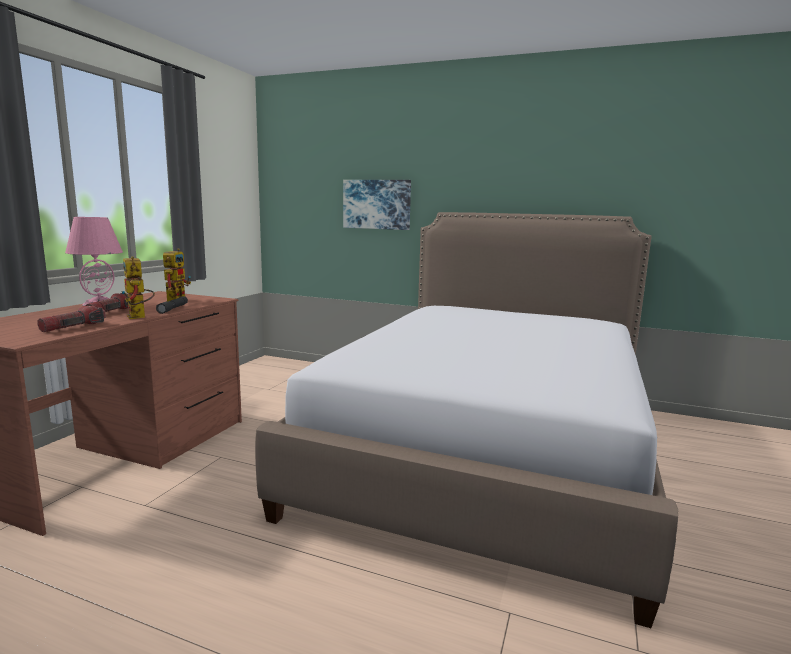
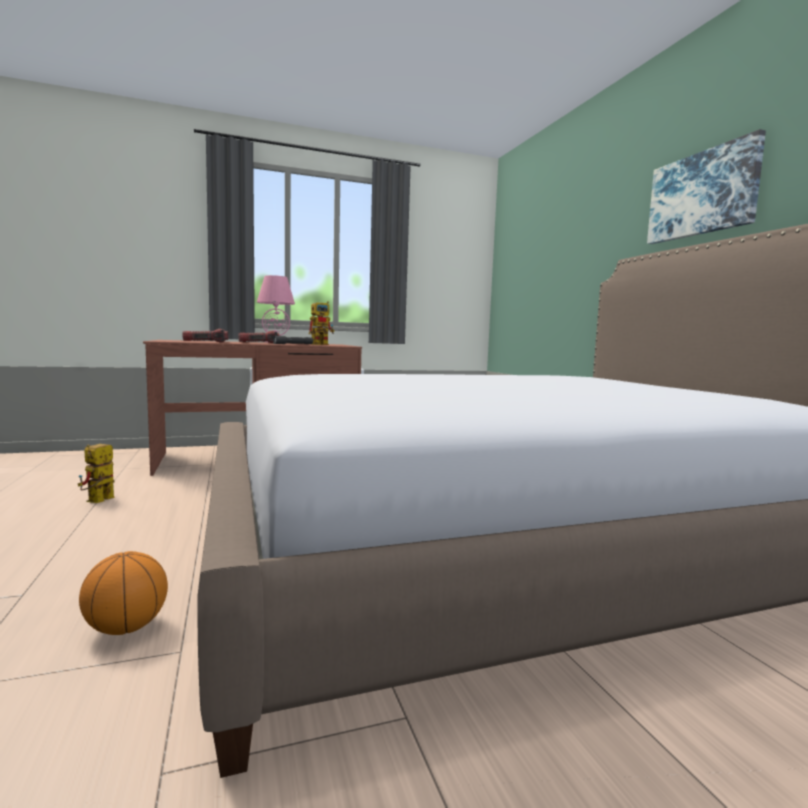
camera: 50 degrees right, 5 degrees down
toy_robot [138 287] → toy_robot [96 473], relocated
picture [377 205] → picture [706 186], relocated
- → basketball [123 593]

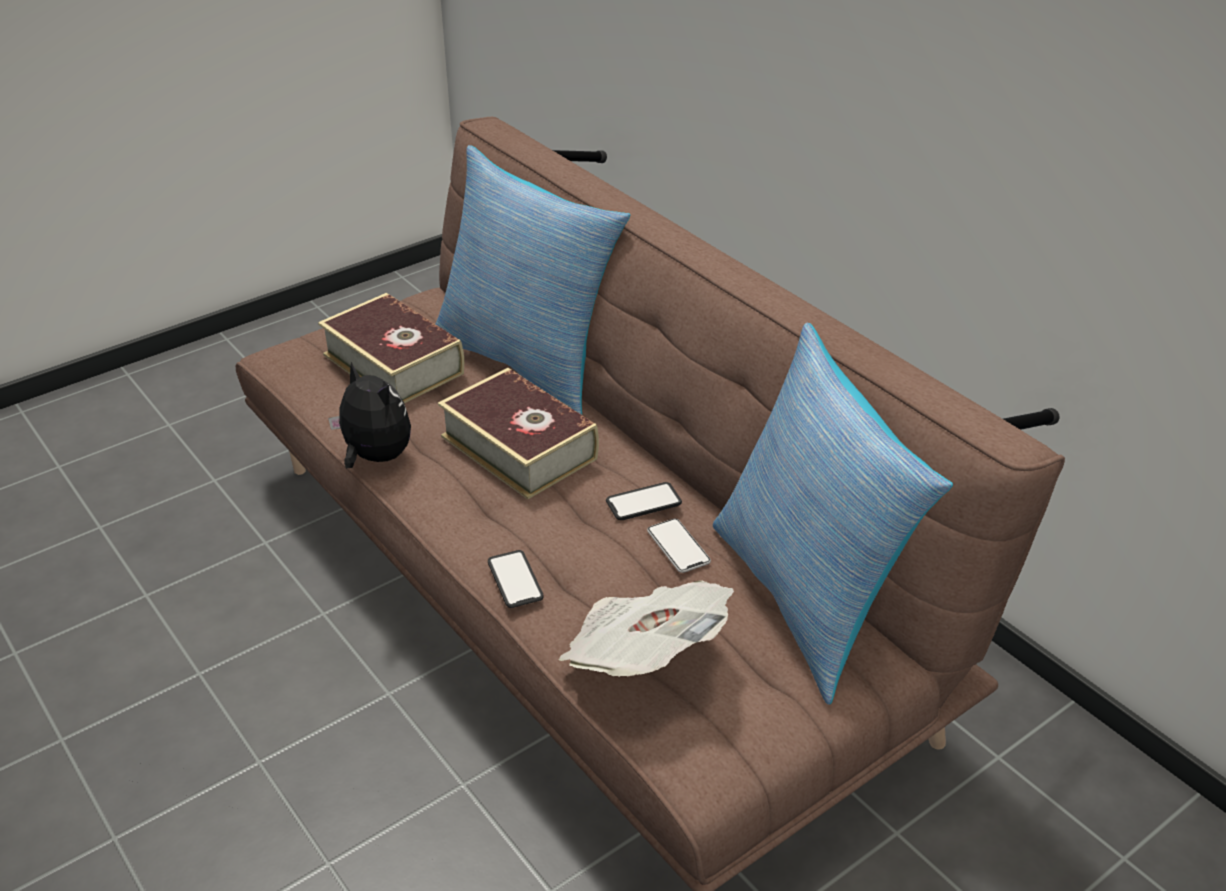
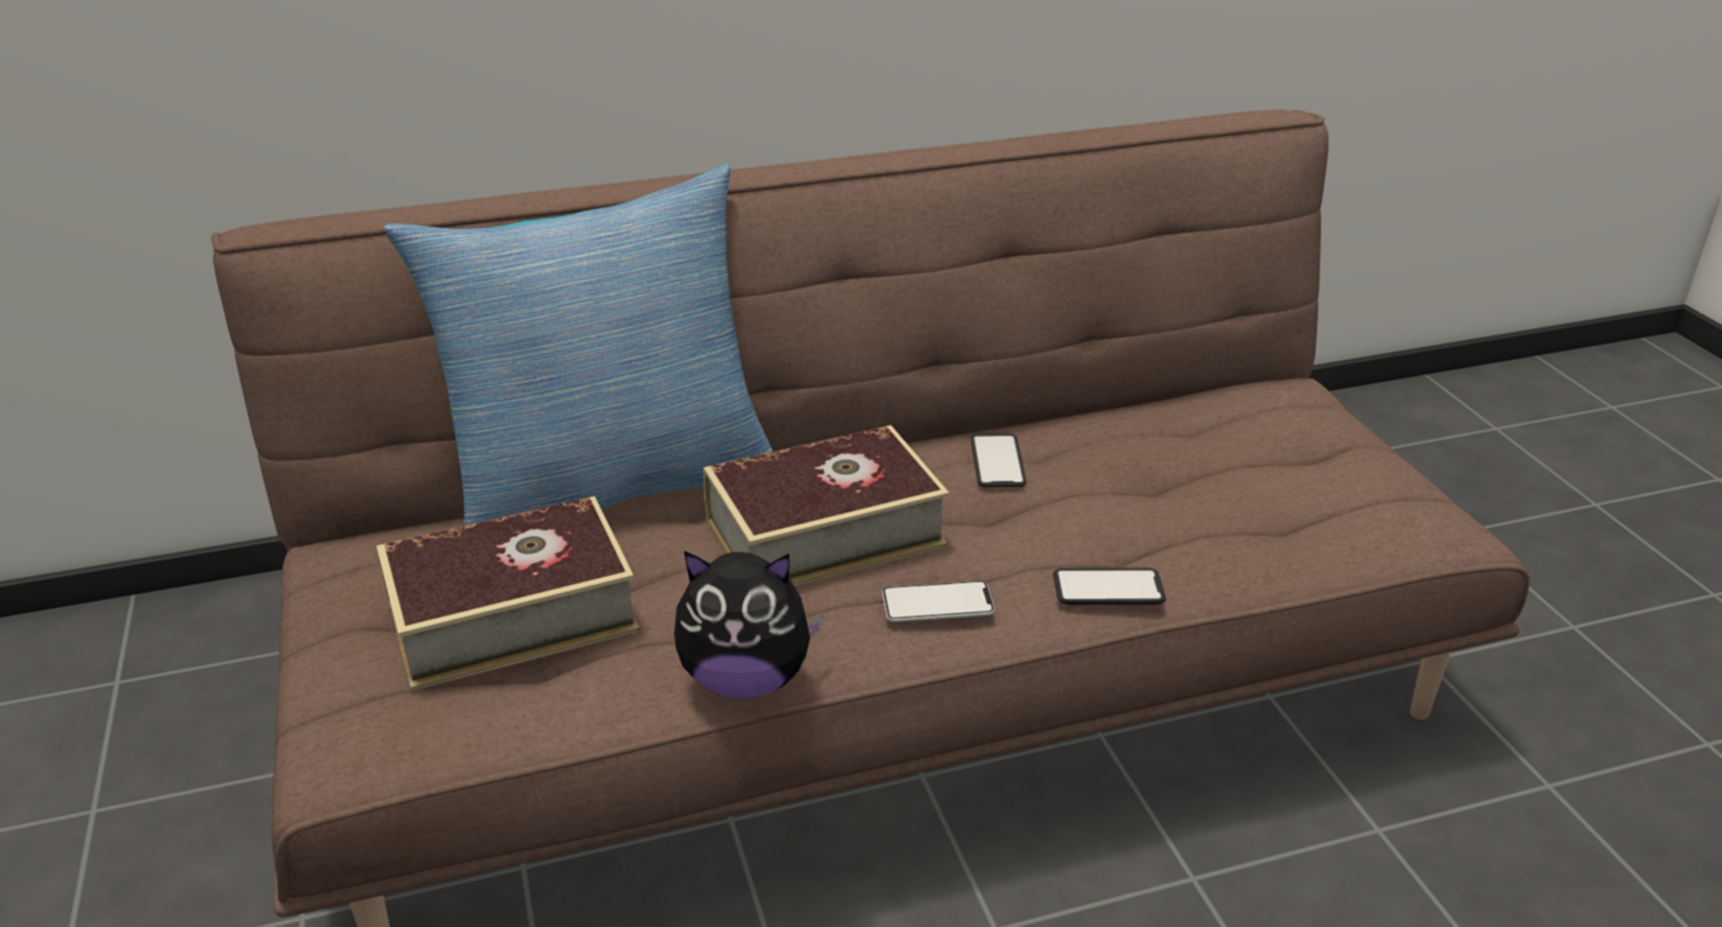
camera: 70 degrees left, 5 degrees down
plush_toy [369 415] → plush_toy [749 625], 150 degrees counterclockwise
newspaper [646 629] → -
phone [679 546] → phone [938 601], relocated
pillow [833 514] → -

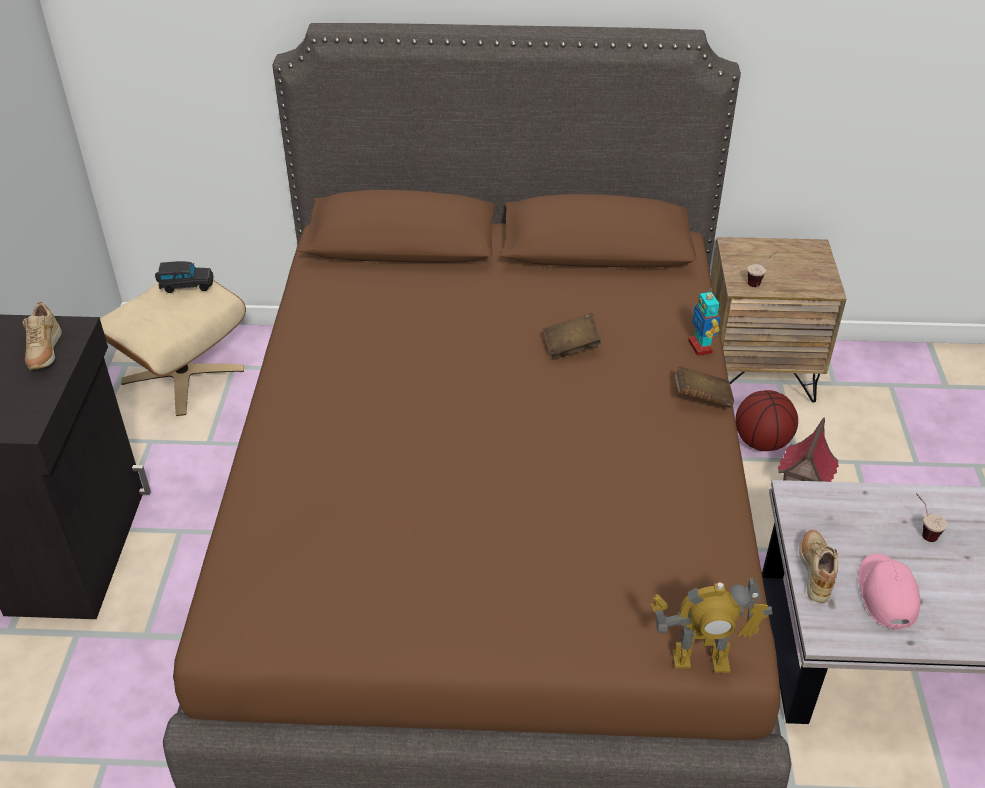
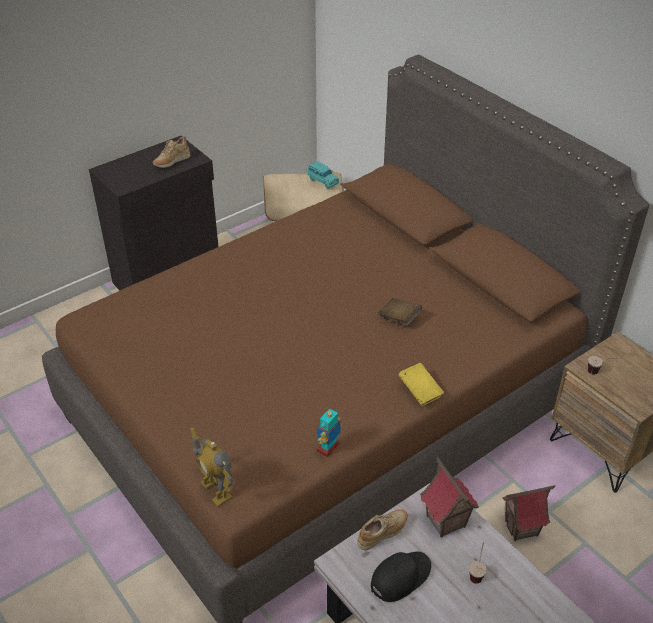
camera: 50 degrees right, 0 degrees up
black_toy_car [184 277] → turquoise_toy_car [323 175]
brown_book [704 387] → yellow_book [421 384]
toy_robot [704 322] → toy_robot [329 433], relocated
basketball [766 420] → -
pink_cap [889 592] → black_cap [401 577]
- → toy_house [449 497]

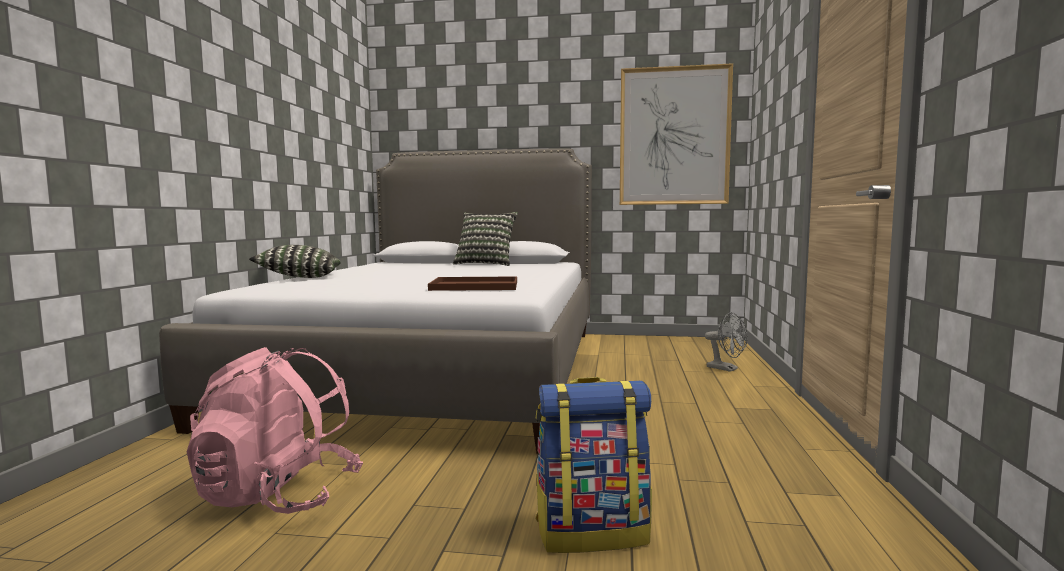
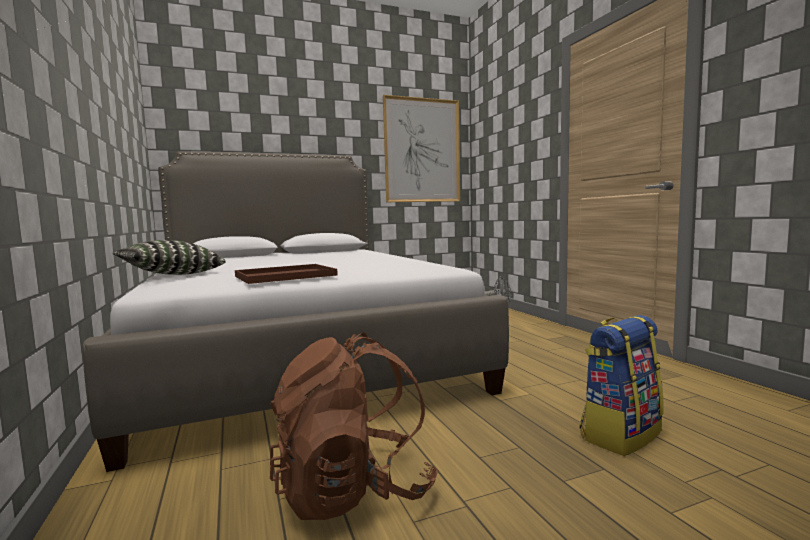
camera: 30 degrees left, 0 degrees up
pink_backpack [275 430] → brown_backpack [354 426]
brown_tray [472 283] → brown_tray [286 274], relocated
pillow [485 239] → -

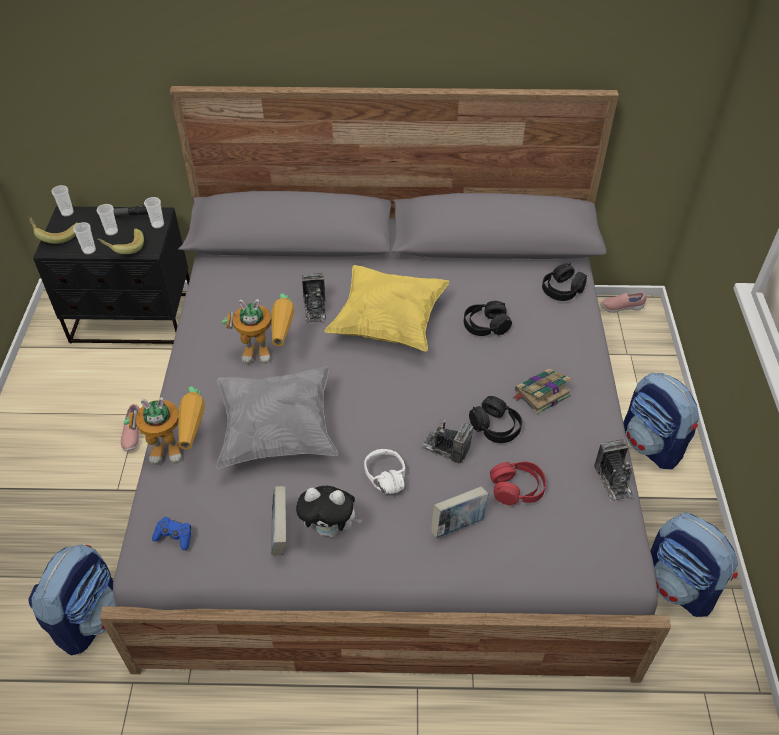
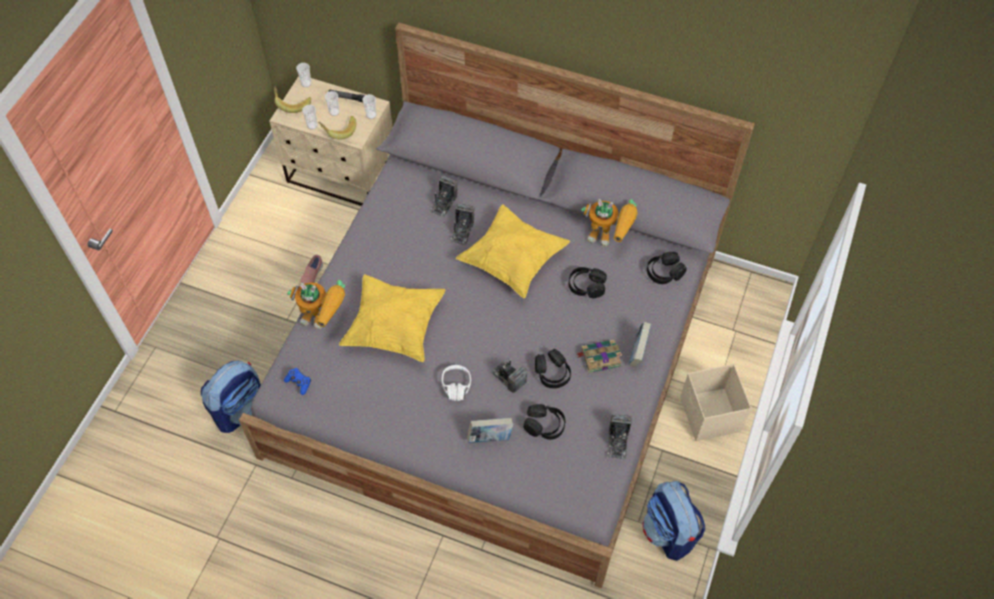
camera: 20 degrees right, 10 degrees up
black_nightstand [111 275] → beige_nightstand [331 141]
grey_pillow [277 417] → yellow_pillow [392 318]
toy_robot [258 328] → toy_robot [609 223], relocated
book [278 520] → book [640 344], relocated
plush_toy [329 511] → -
red_headphones [518 483] → black_headphones [544 422]
pink_shoe [623 302] → -
backpack [661 421] → beige_storage_box [716 402]
- → photo_camera [443 196]

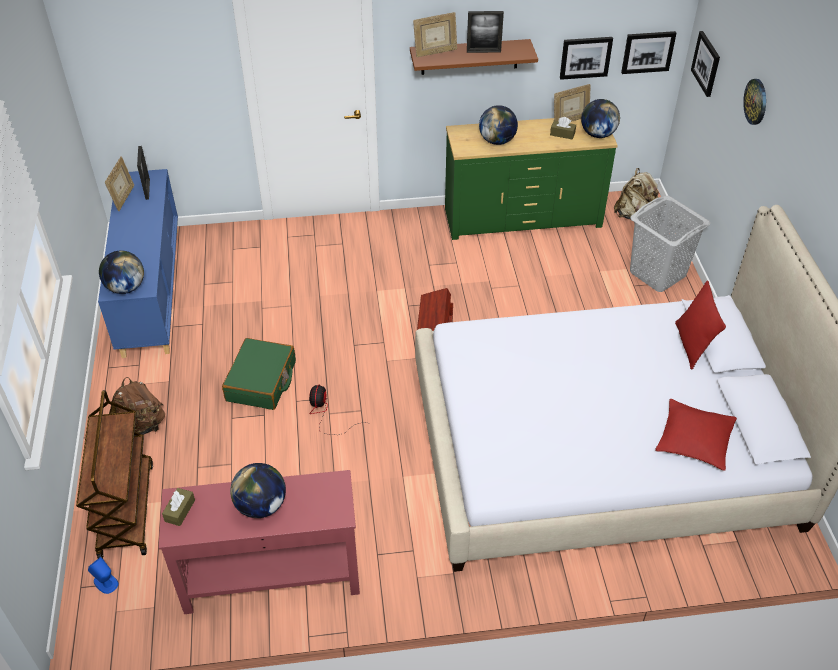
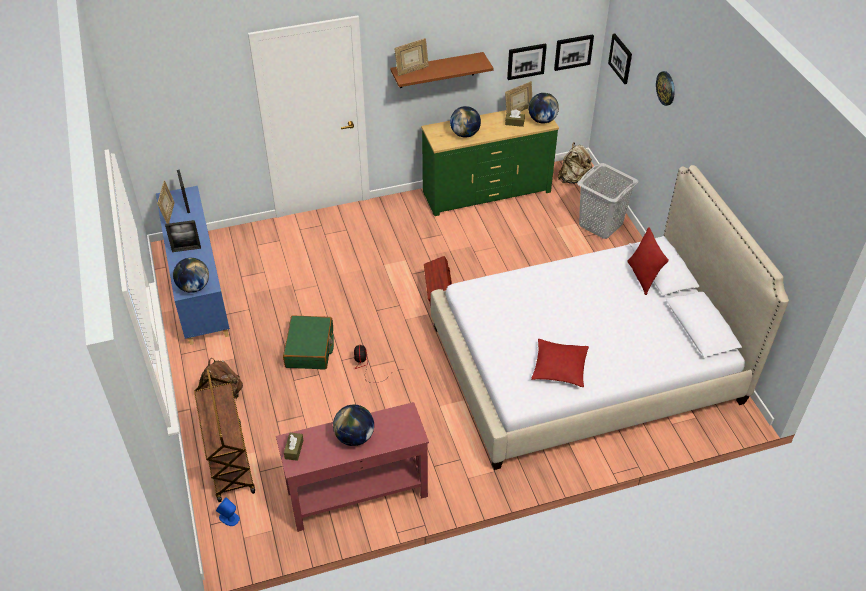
camera: 10 degrees left, 0 degrees up
picture_frame [485 32] → picture_frame [183 236], relocated
red_pillow [696 435] → red_pillow [560 363], relocated

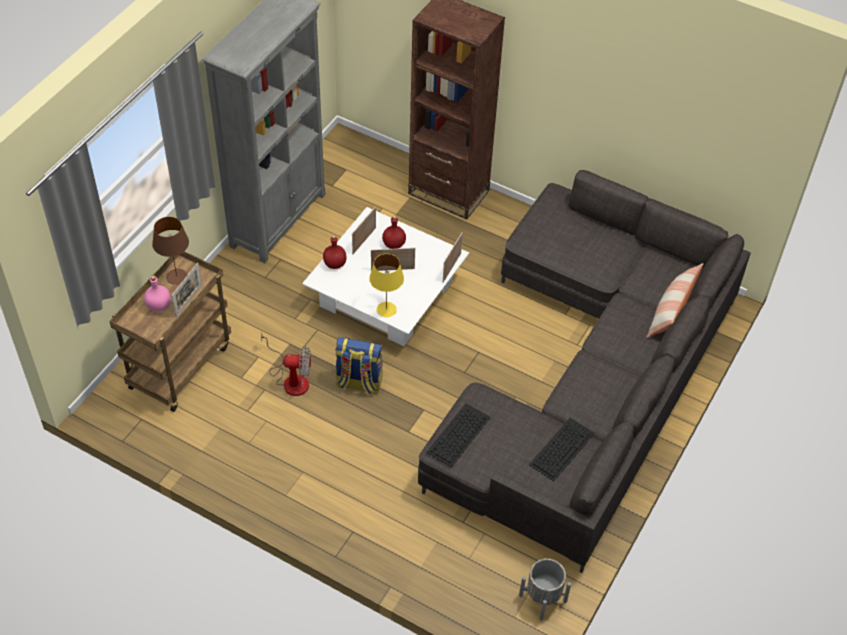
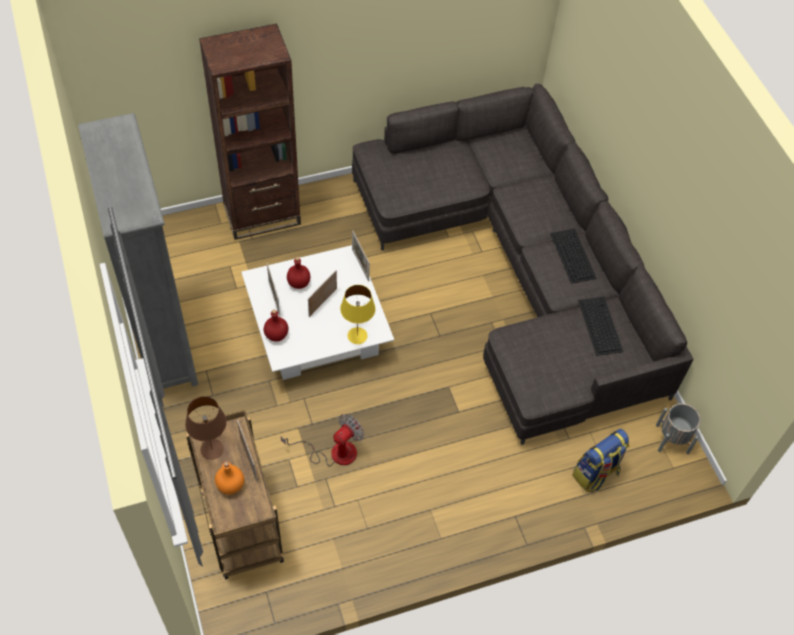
camera: 50 degrees left, 5 degrees up
pink_bottle [157 293] → orange_bottle [229 478]
backpack [359 366] → backpack [600 460], relocated
keyboard [458 435] → keyboard [573 256], relocated
pillow [674 300] → -

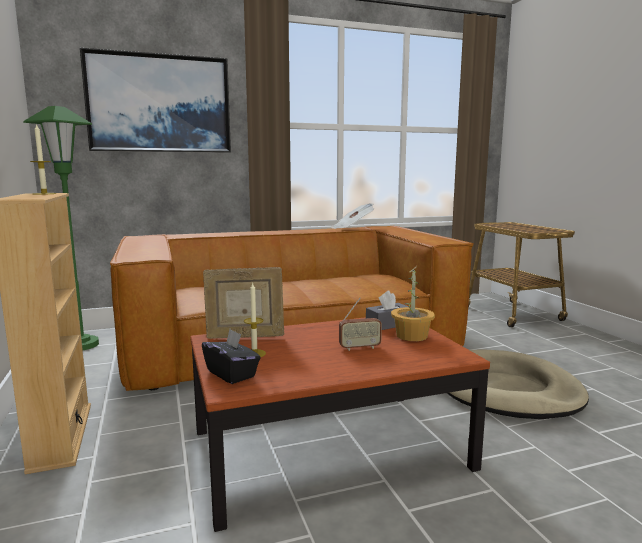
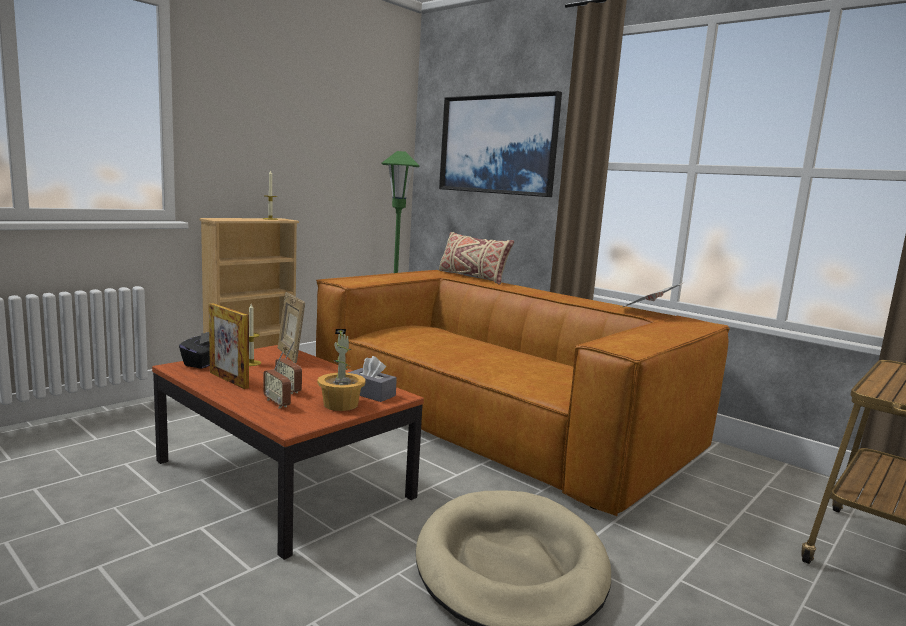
camera: 60 degrees right, 0 degrees up
- → picture_frame [229 346]
- → radio [277 380]
- → beige_pillow [476 258]

